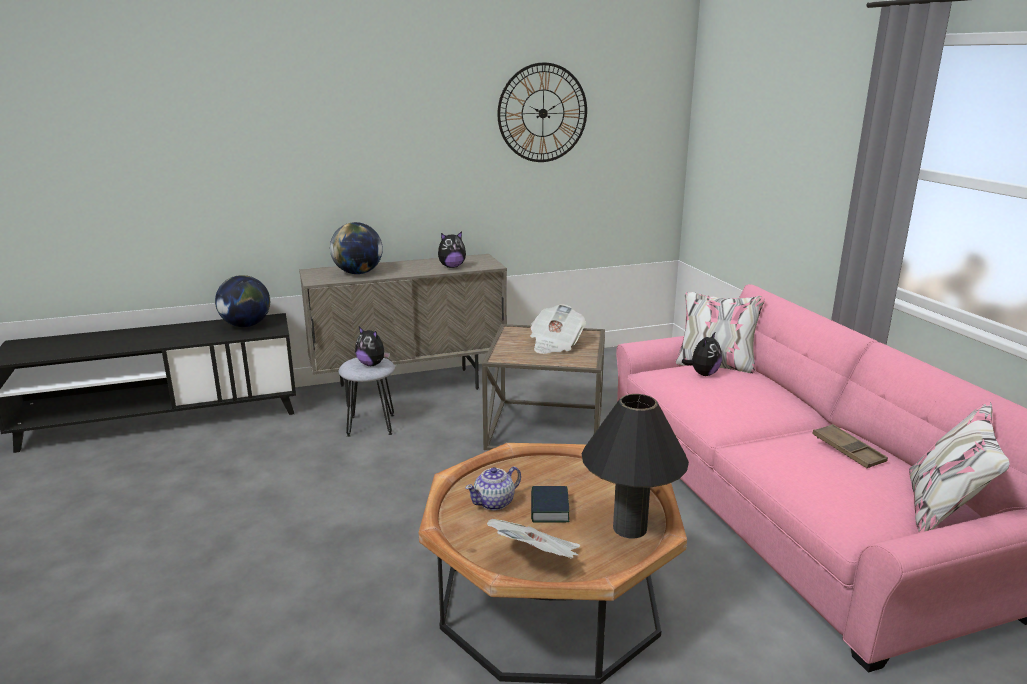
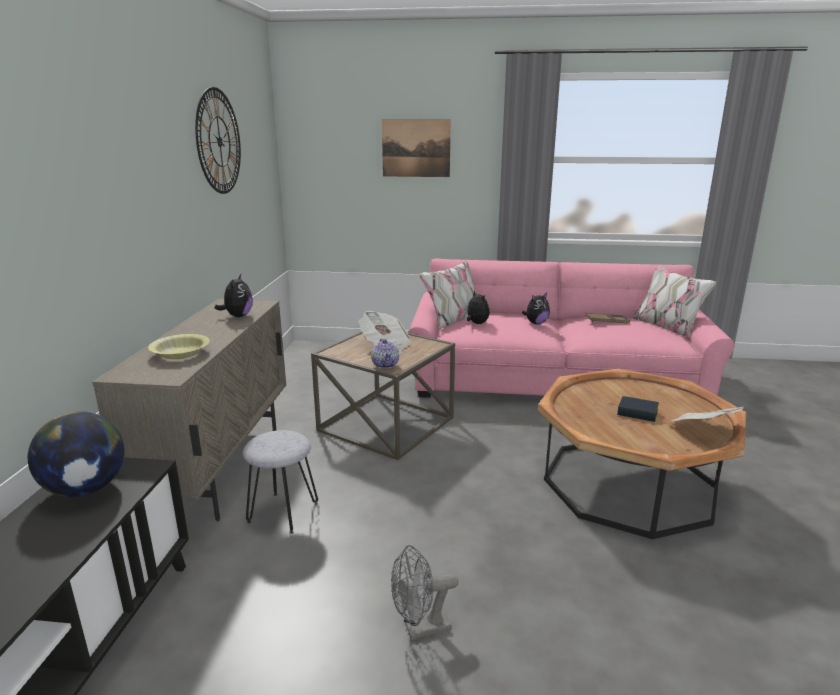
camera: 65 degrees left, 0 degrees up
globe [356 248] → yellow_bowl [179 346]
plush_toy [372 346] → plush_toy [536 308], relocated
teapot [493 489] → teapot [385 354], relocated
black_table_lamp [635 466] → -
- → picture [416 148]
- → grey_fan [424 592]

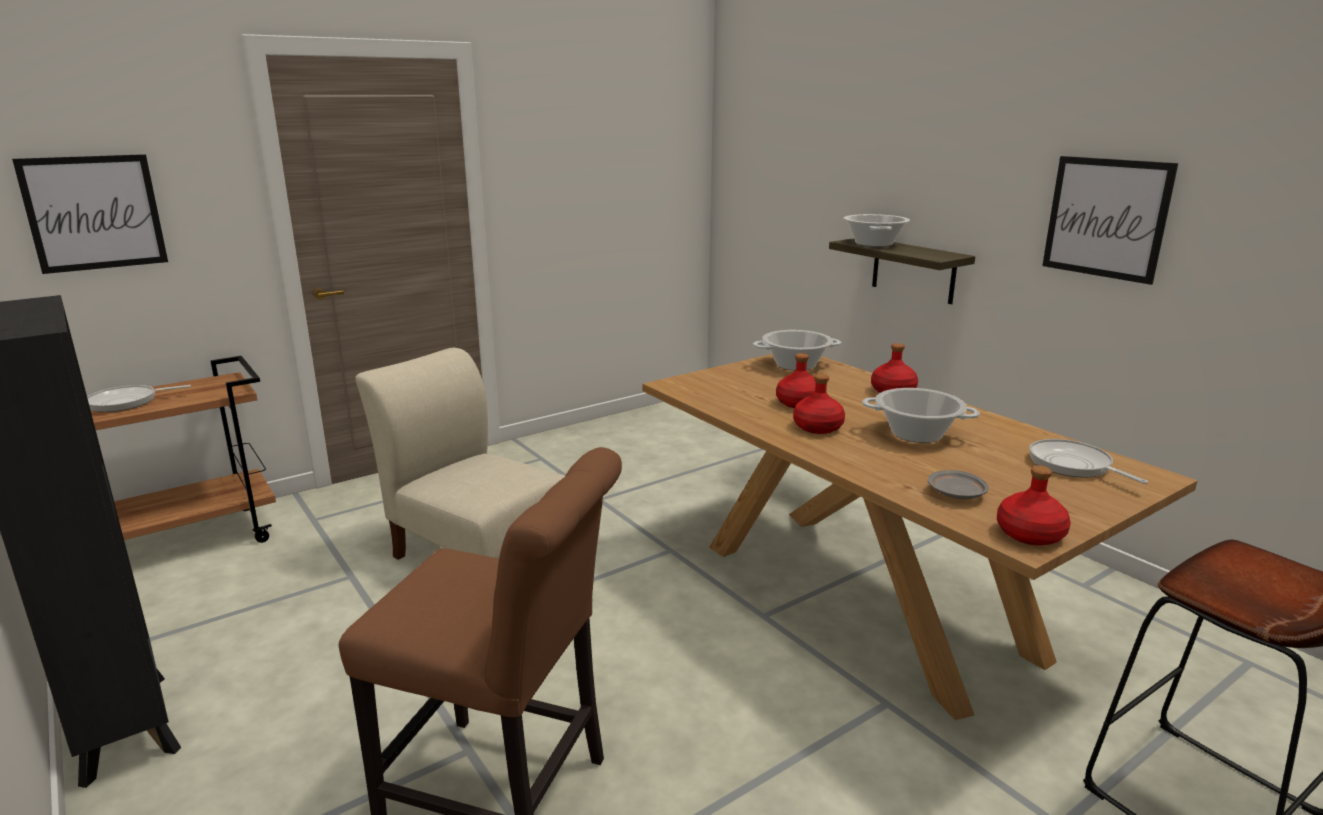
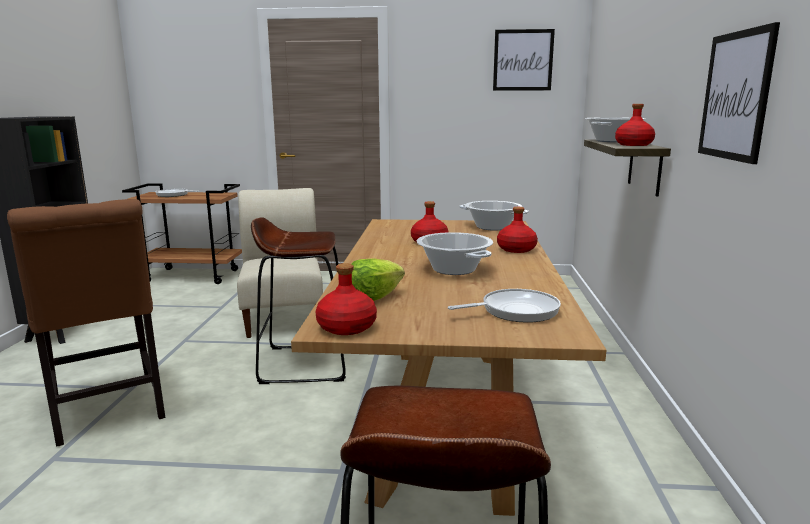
camera: 40 degrees right, 5 degrees down
picture [90 214] → picture [524 60], relocated
red_bottle [819 404] → red_bottle [635 125], relocated
grey_plate [958 484] → lettuce [378 279]
frying_pan [1088 461] → frying_pan [504 306], 60 degrees clockwise
- → brown_stool [298 300]

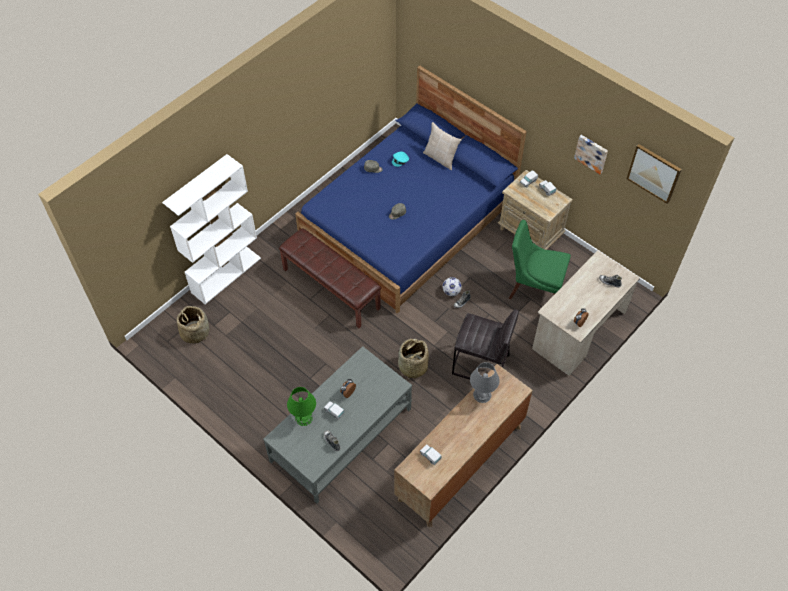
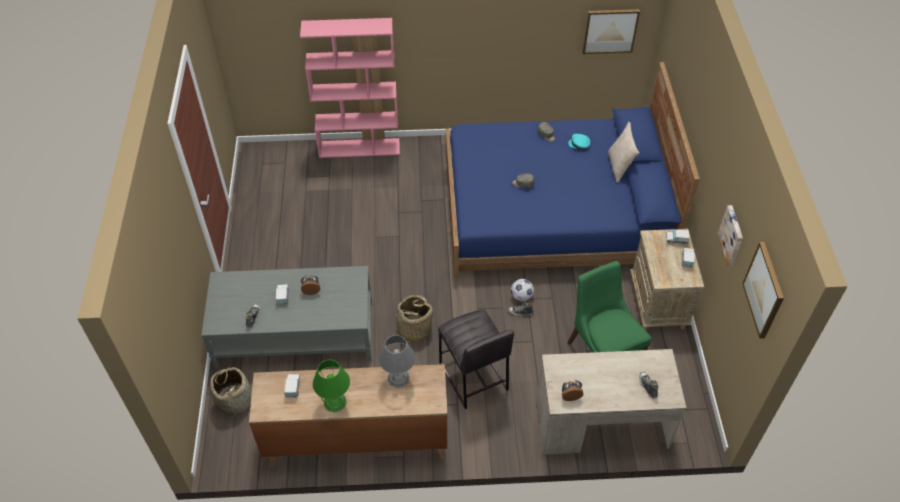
camera: 45 degrees right, 5 degrees down
white_bookcase [211 229] → pink_bookcase [350 88]
basket [193 325] → basket [231 391], relocated
brown_bench [330 279] → -
green_table_lamp [301 406] → green_table_lamp [331 386], relocated
- → picture [611 31]

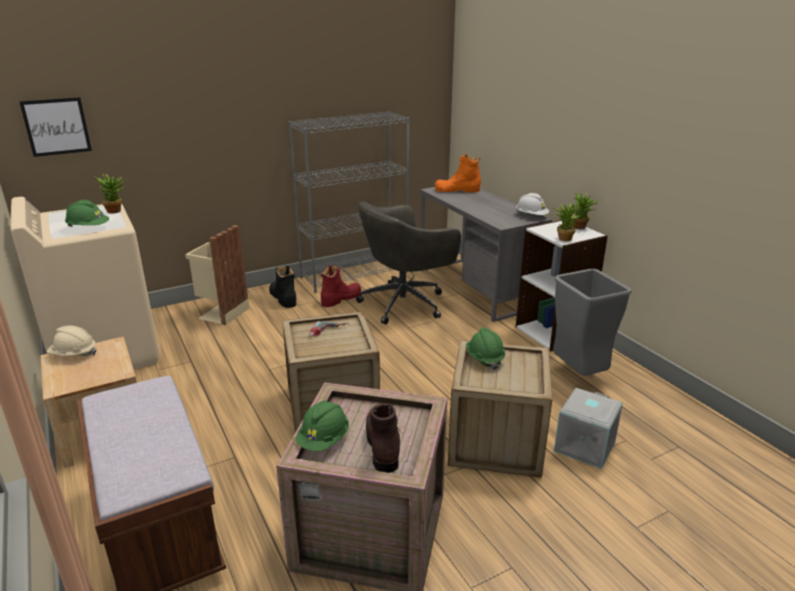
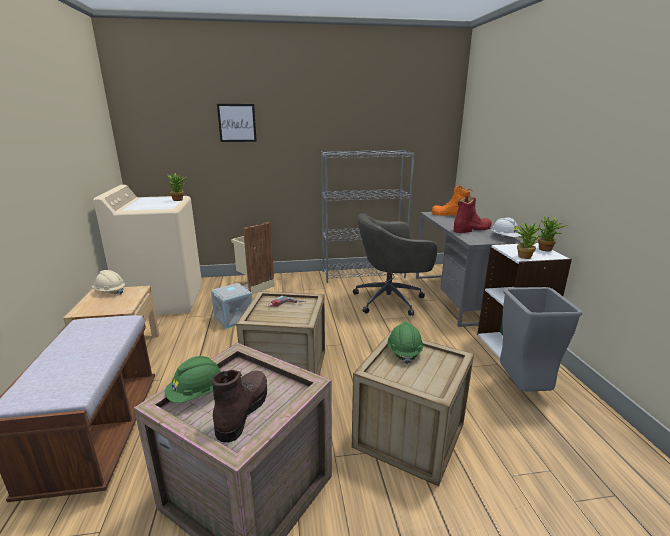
camera: 20 degrees right, 5 degrees down
picture [55 127] → picture [237 123], relocated
green_hard_hat [87 213] → -
black_boot [282 287] → -
red_boot [341 286] → red_boot [473 214], relocated
grey_storage_box [588 428] → grey_storage_box [231 306], relocated

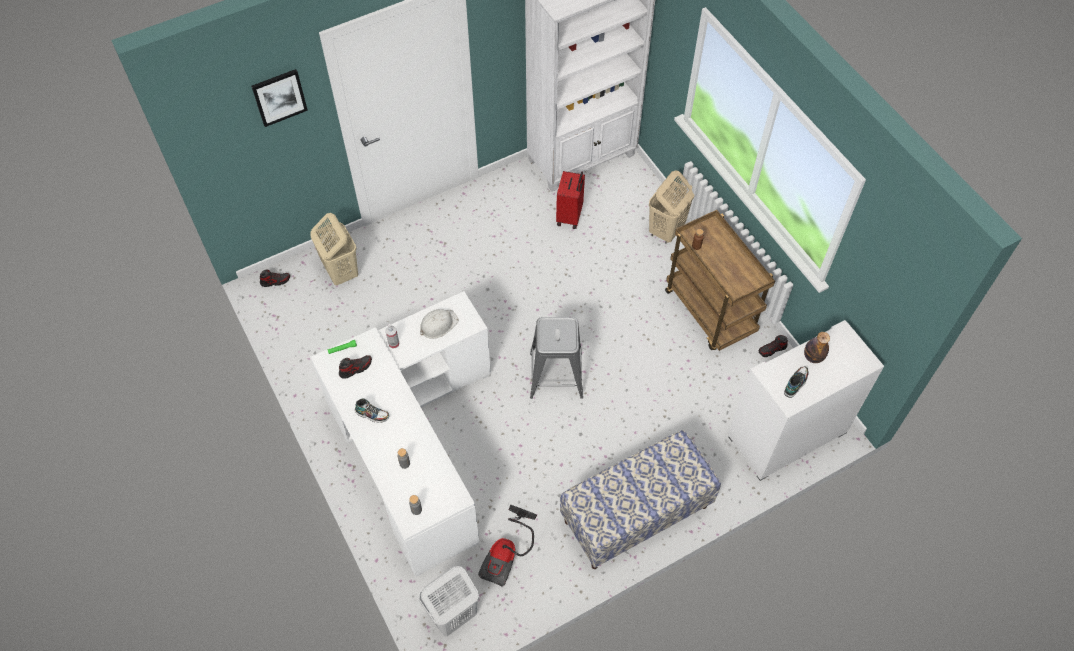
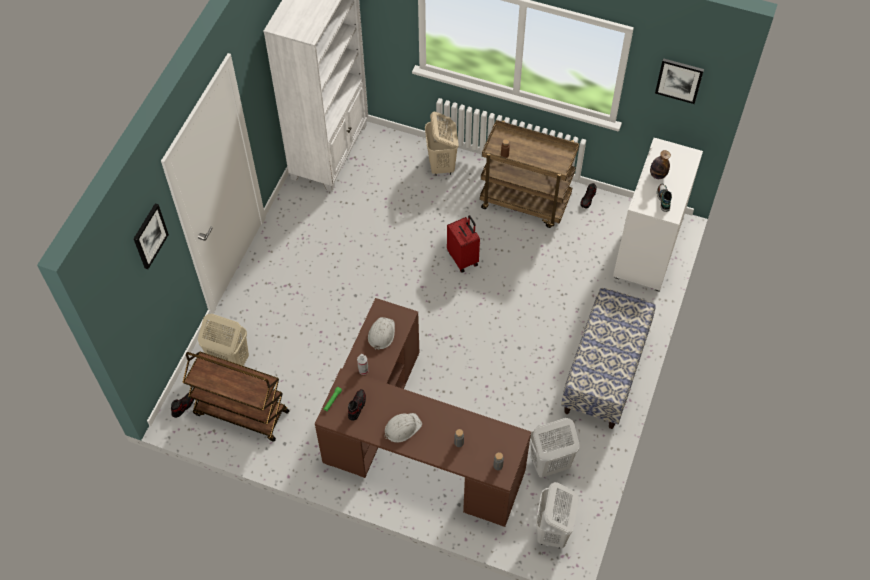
camera: 40 degrees left, 0 degrees up
white_desk [401 434] → brown_desk [423 412]
shoe [372 410] → white_hard_hat [403 428]
vacuum_cleaner [507 546] → white_laundry_basket [555 448]
grey_stool [556 358] → -
red_suitcase [570 200] → red_suitcase [463 244], relocated
- → brown_cart [236 397]
- → picture [679 81]

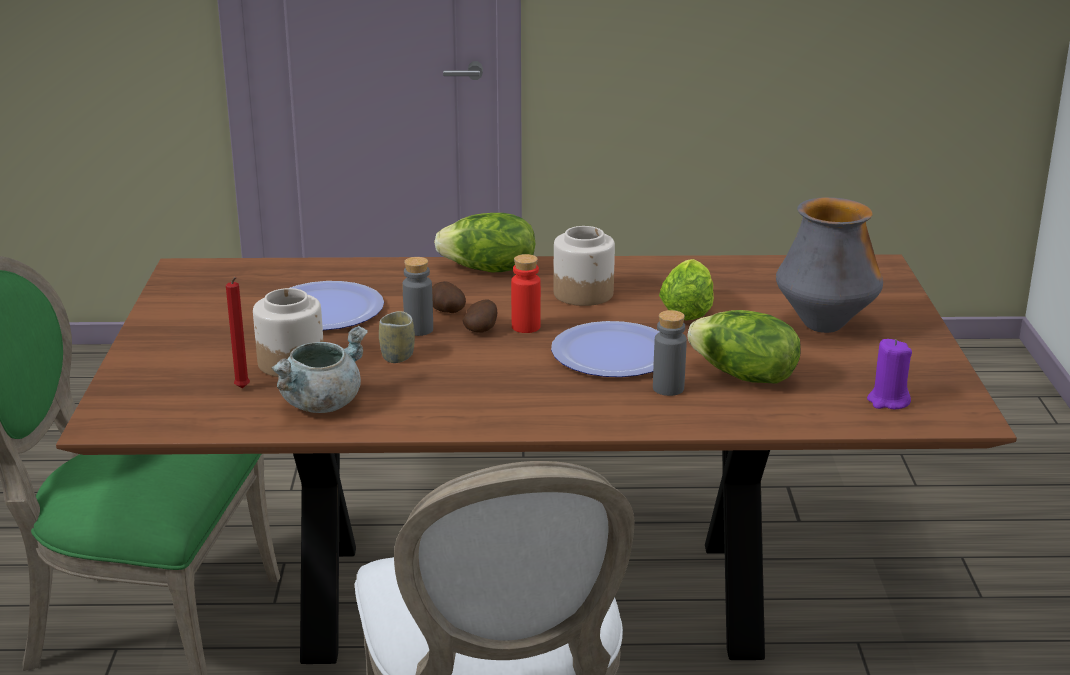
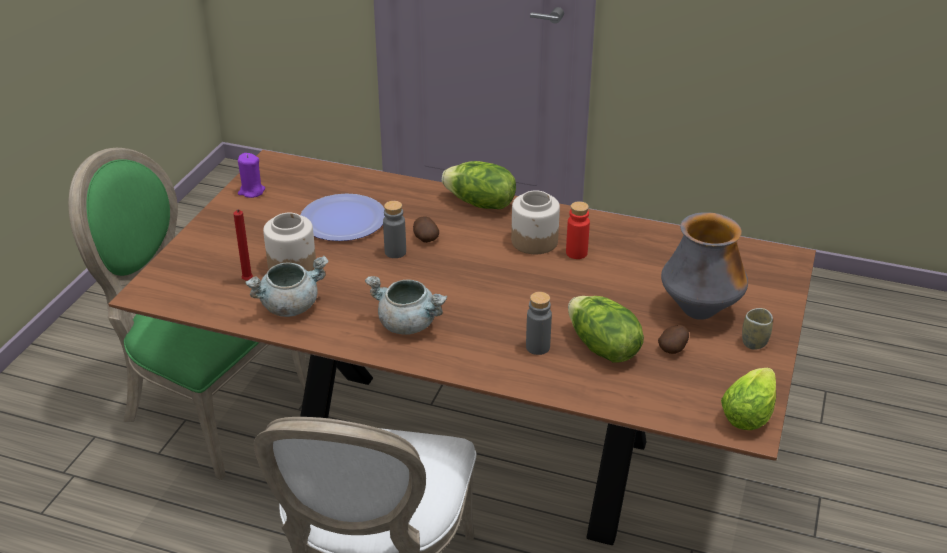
camera: 20 degrees right, 10 degrees up
cup [397 337] → cup [757 329], relocated
potato [480 316] → potato [673 339], relocated
red_bottle [526 293] → red_bottle [578 230], relocated
plate [605 349] → -
lettuce [686 289] → lettuce [748 399], relocated
purple_candle [889 374] → purple_candle [251 175], relocated
- → grey_cooking_pot [406 305]

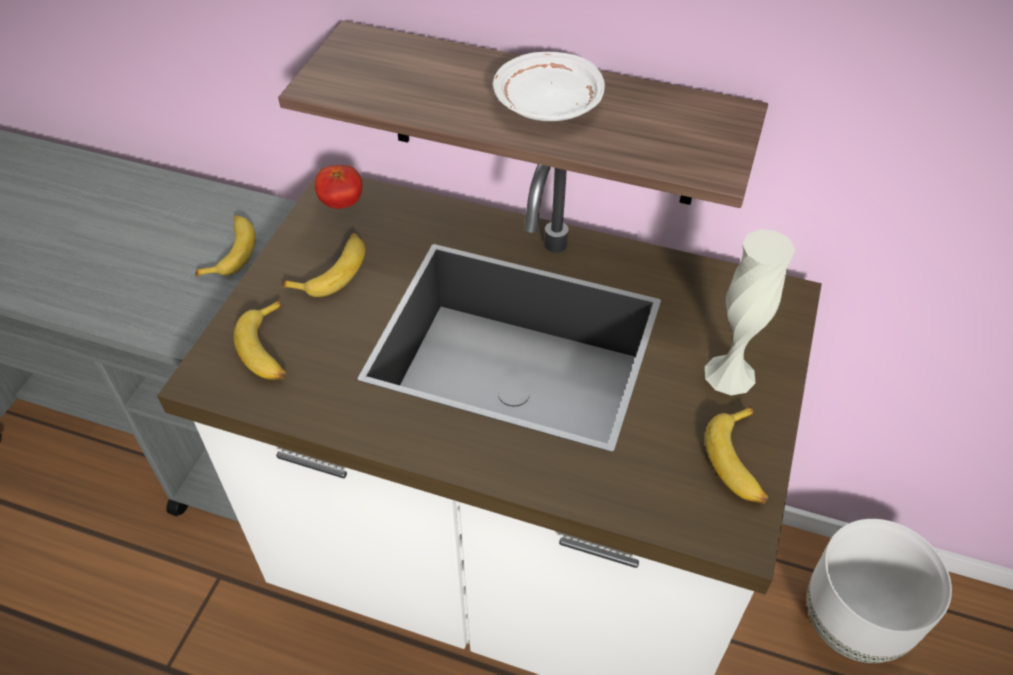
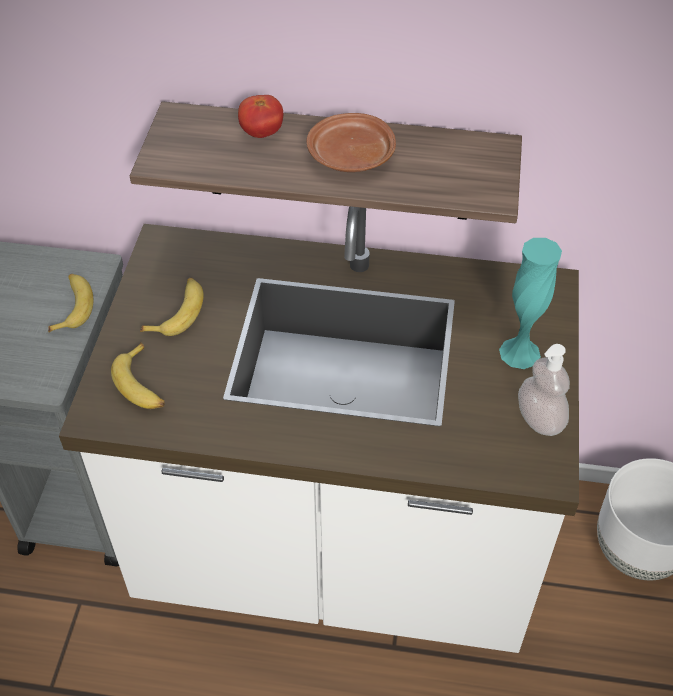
camera: 10 degrees left, 0 degrees up
tomato [339 187] → tomato [260 116], relocated
white_plate [549 86] → brown_plate [351 142]
white_vase [750 312] → turquoise_vase [530 303]
banana [736 455] → soap_dispenser [544 390]

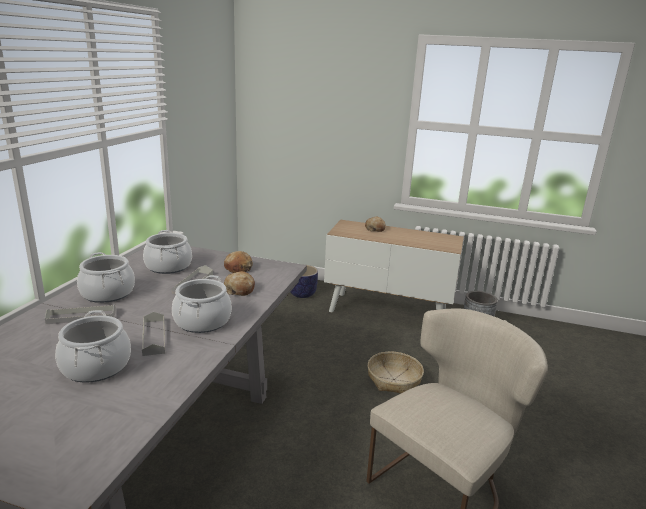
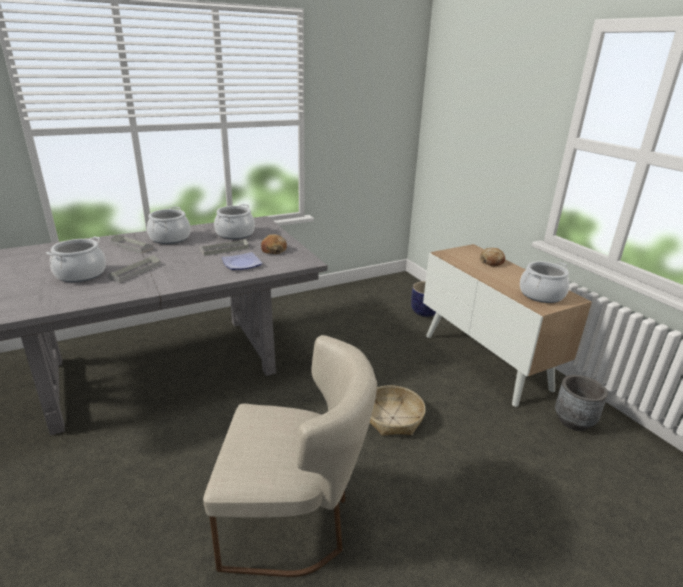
camera: 45 degrees right, 5 degrees up
cooking_pot [202 304] → cooking_pot [545 282], relocated
bread [239 283] → plate [242 261]

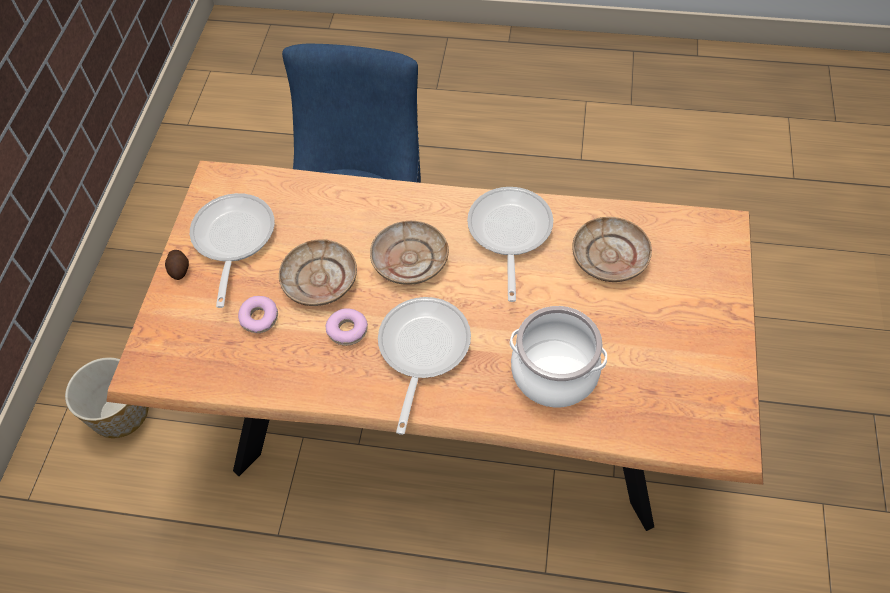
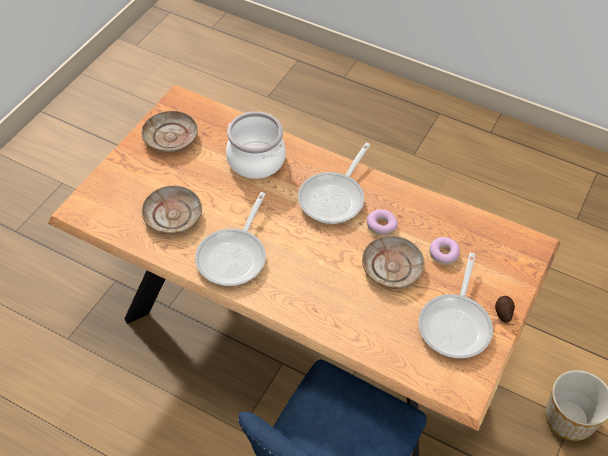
camera: 165 degrees left, 5 degrees down
beige_plate [409 253] → beige_plate [169 132], relocated

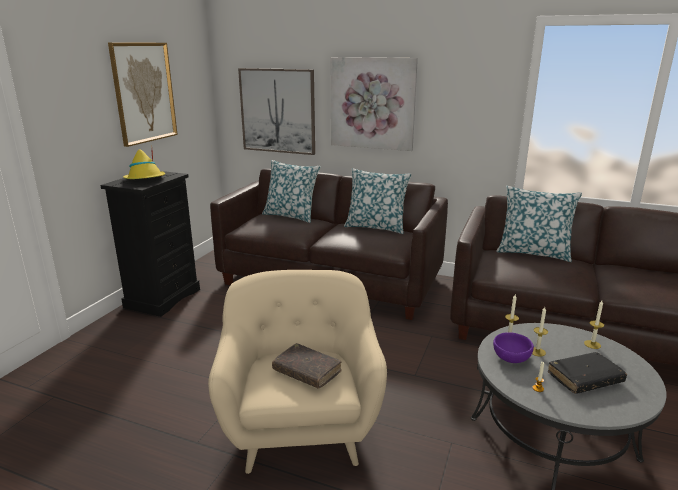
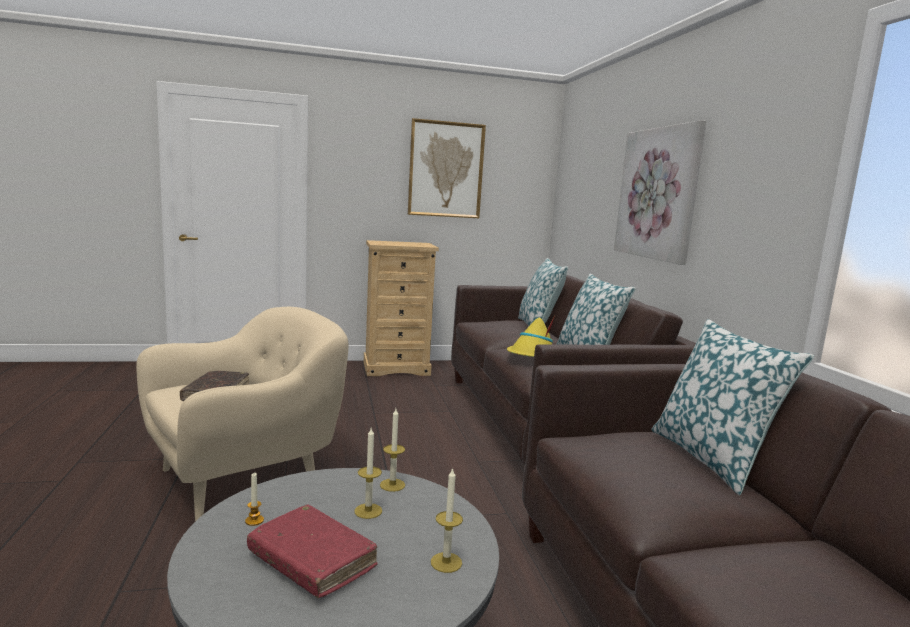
camera: 55 degrees right, 10 degrees down
black_dresser [150 244] → beige_dresser [401 308]
yellow_hat [144 164] → yellow_hat [531 336], relocated
picture [276 111] → -
purple_bowl [513 347] → -
black_book [587 373] → red_book [312 551]

